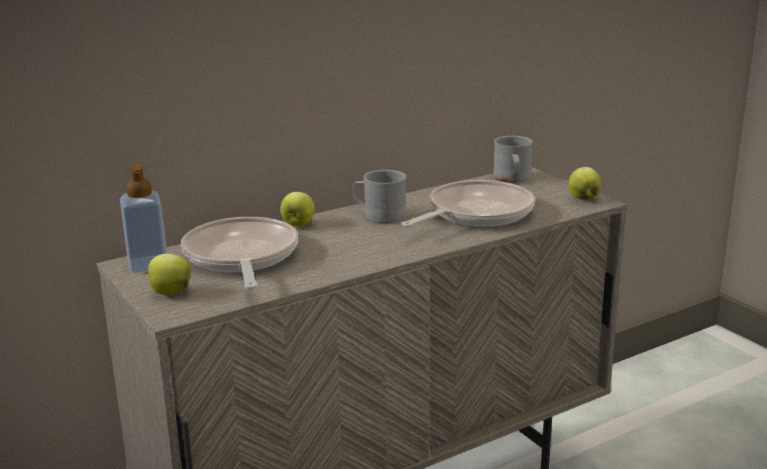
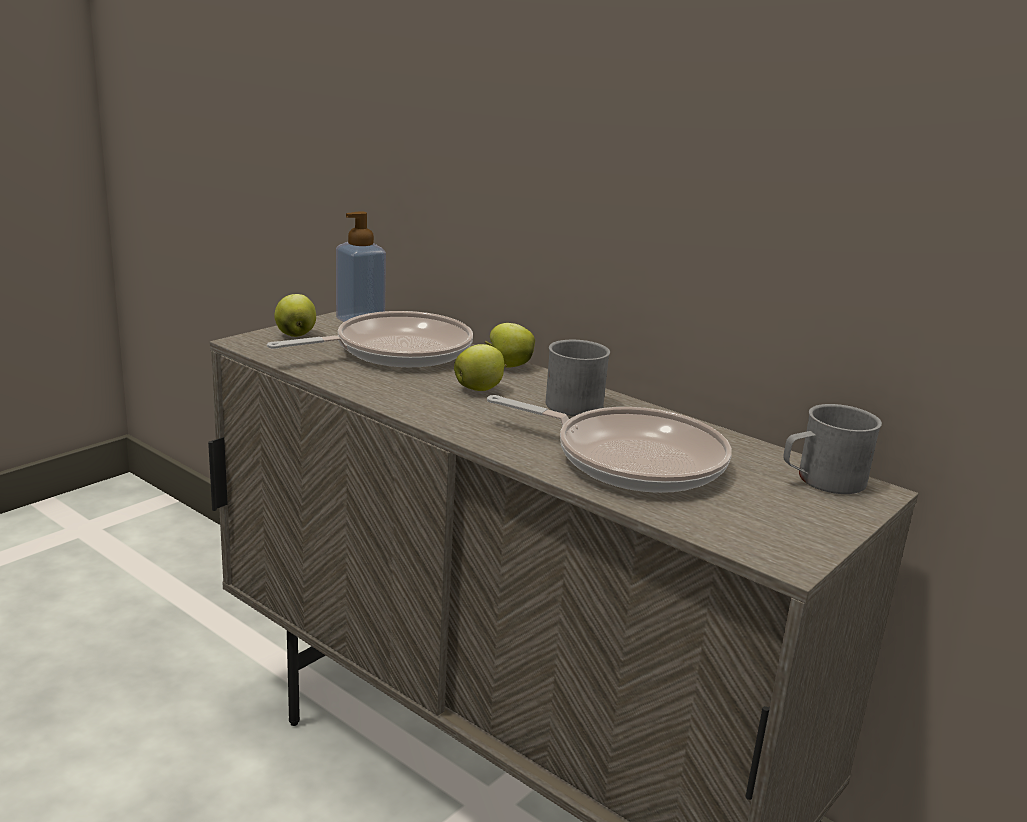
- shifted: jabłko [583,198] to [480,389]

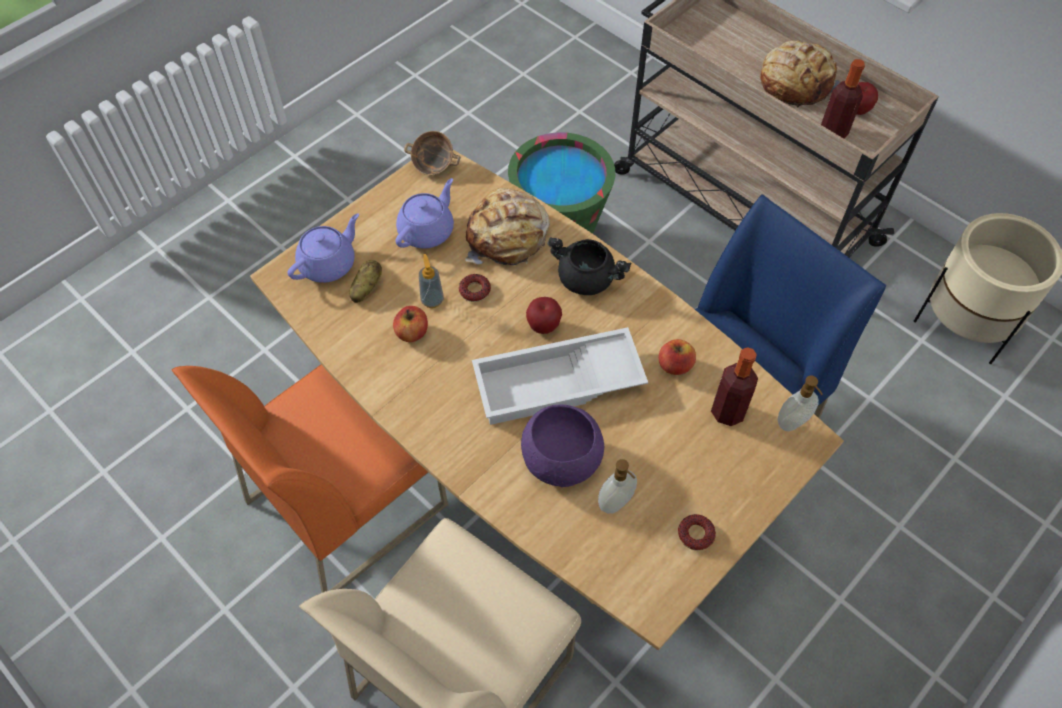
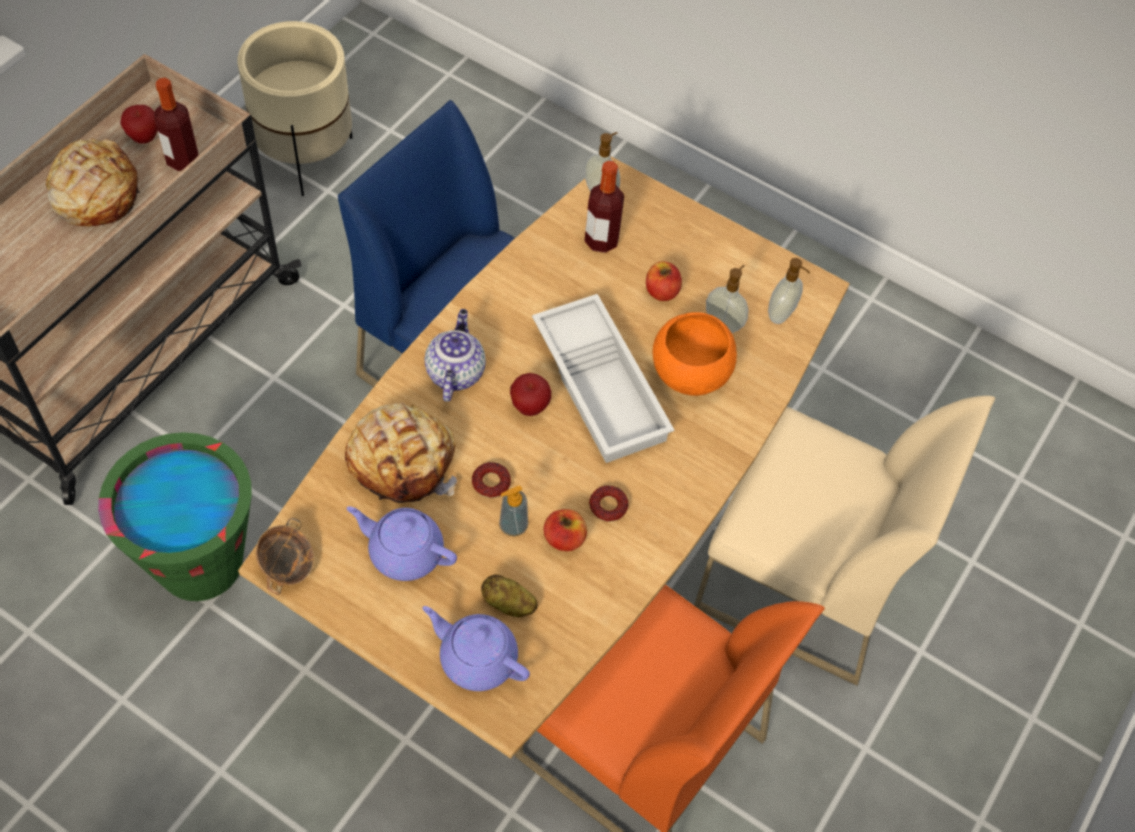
- repainted: miska [fioletowy] [561,460] to miska [pomarańczowy] [691,372]
- swapped: garnek [czarny] [587,279] to imbryk [455,372]
- shifted: jabłko [675,365] to [661,291]
- shifted: donut [695,534] to [608,506]
- new: dozownik mydła [781,314]

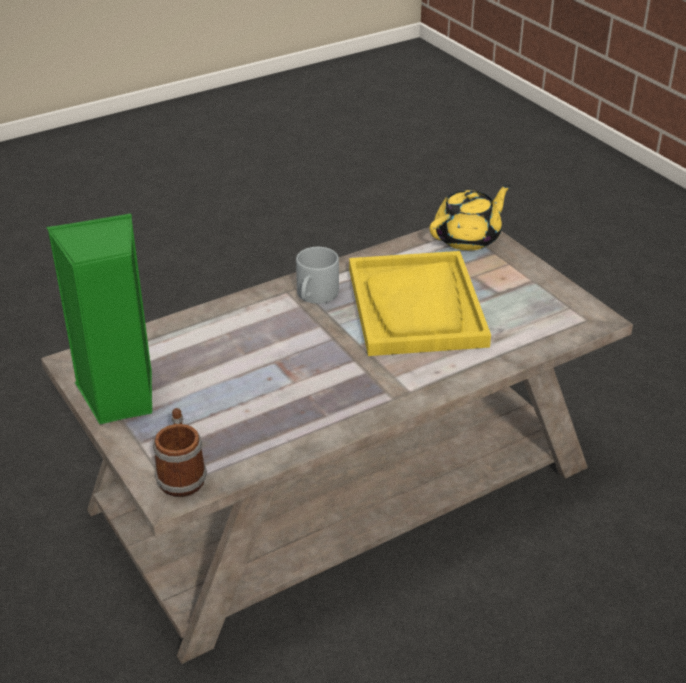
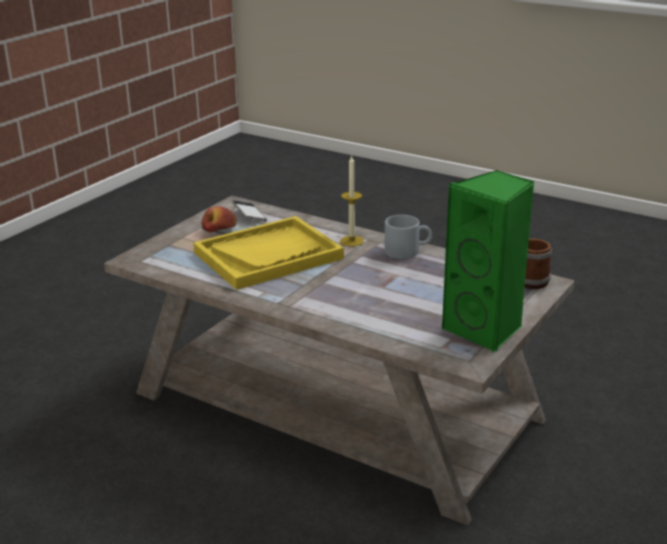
- shifted: kubek [szary] [315,296] to [407,251]
- gone: imbryk [żółty] [468,238]
- new: jabłko [219,230]
- new: telefon [249,215]
- new: świeca [351,241]

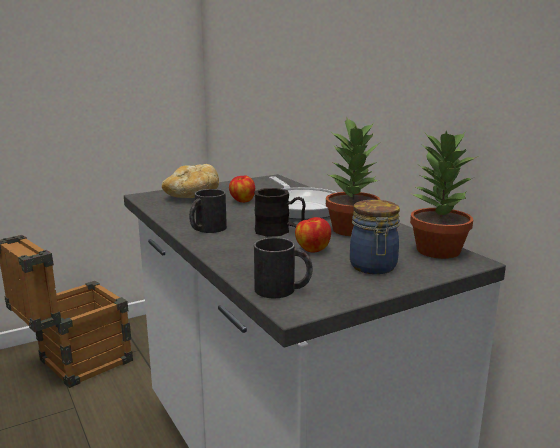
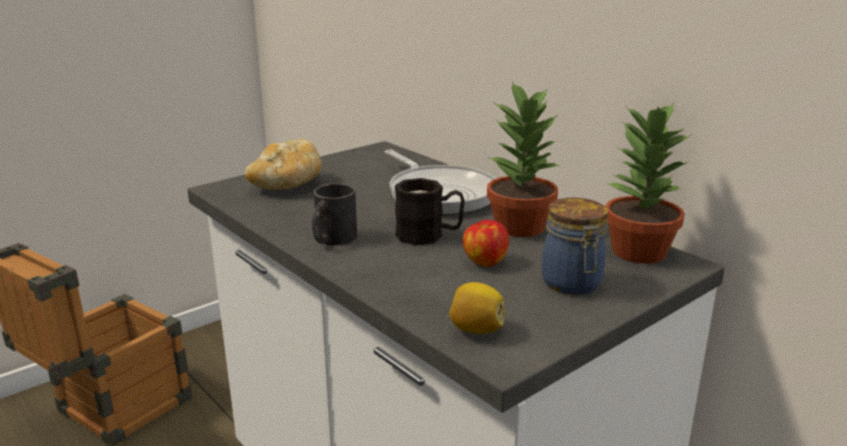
- gone: jabłko [242,201]
- swapped: kubek [czarny] [283,290] to cytryna [476,329]

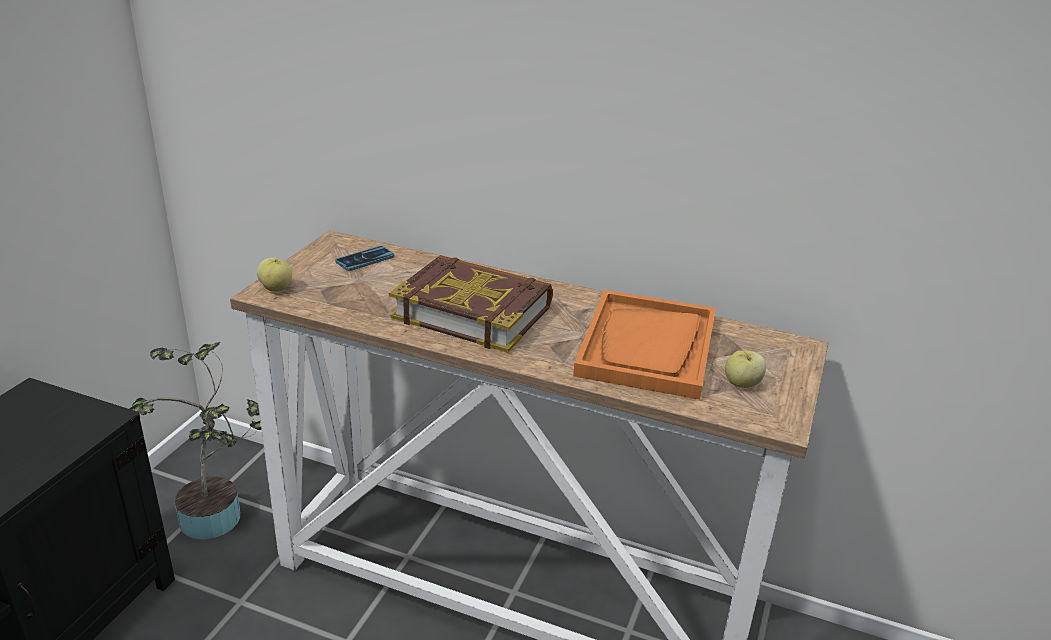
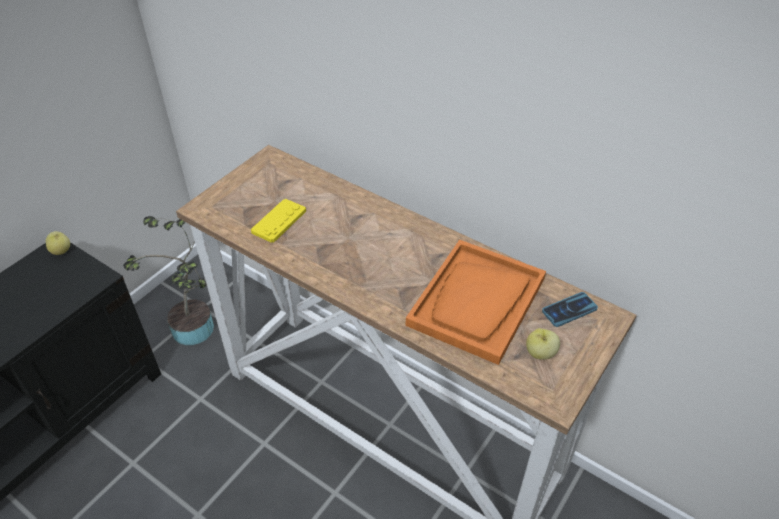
- shifted: jabłko [276,288] to [61,250]
- shifted: telefon [365,259] to [569,310]
- gone: książka [473,311]
- new: pad do gier [żółty] [279,221]

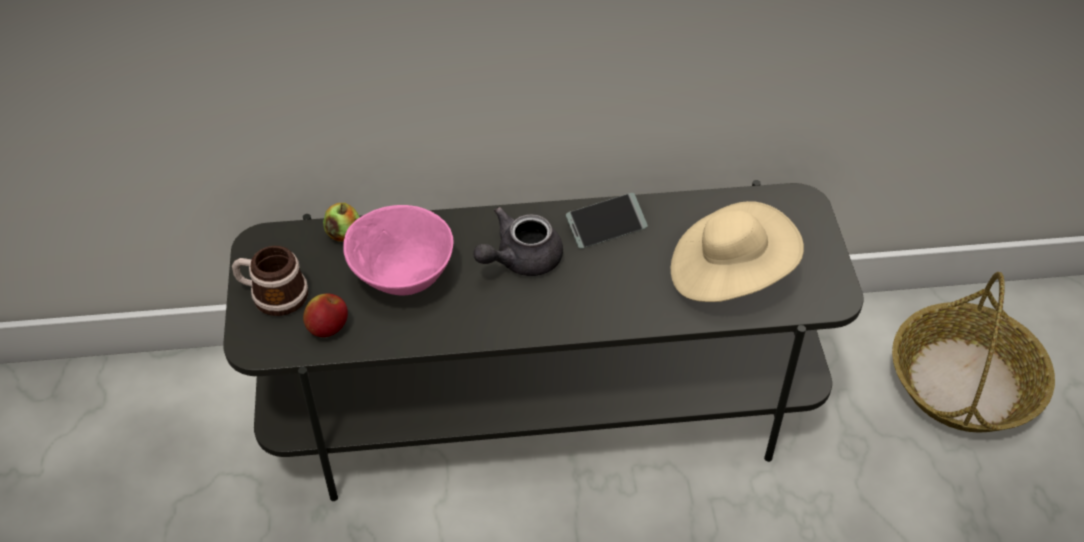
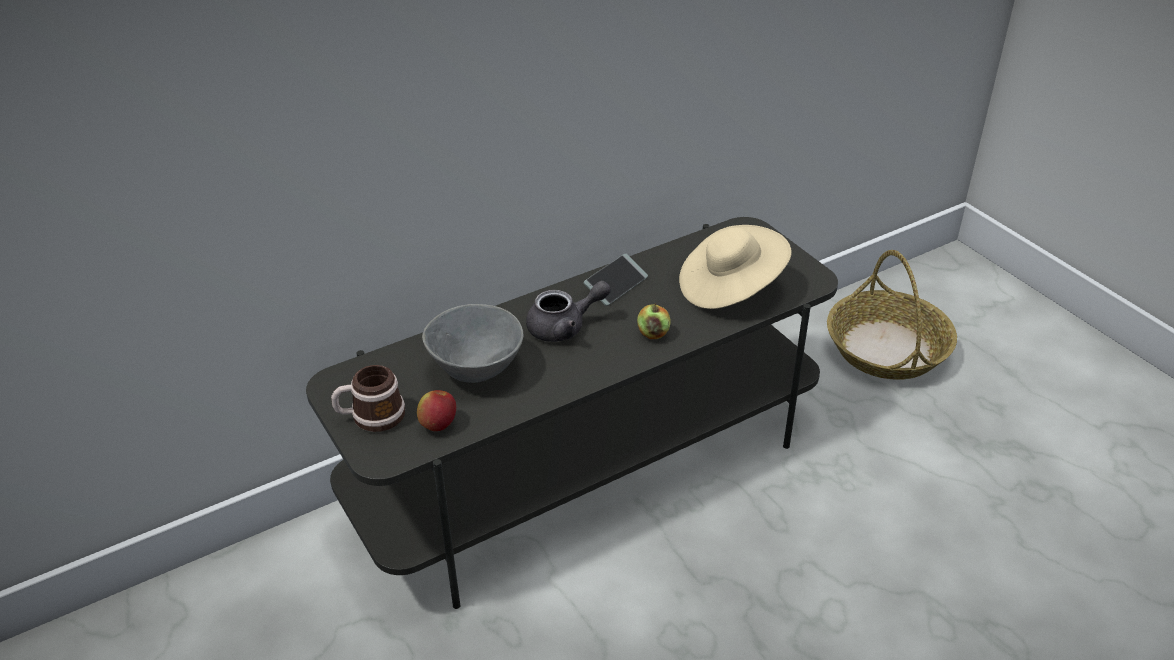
- shifted: jabłko [343,233] to [653,333]
- repainted: miska [różowy] [401,280] to miska [szary] [477,371]
- rotated: imbryk [szary] [520,259] = [564,327] 135 degrees counterclockwise

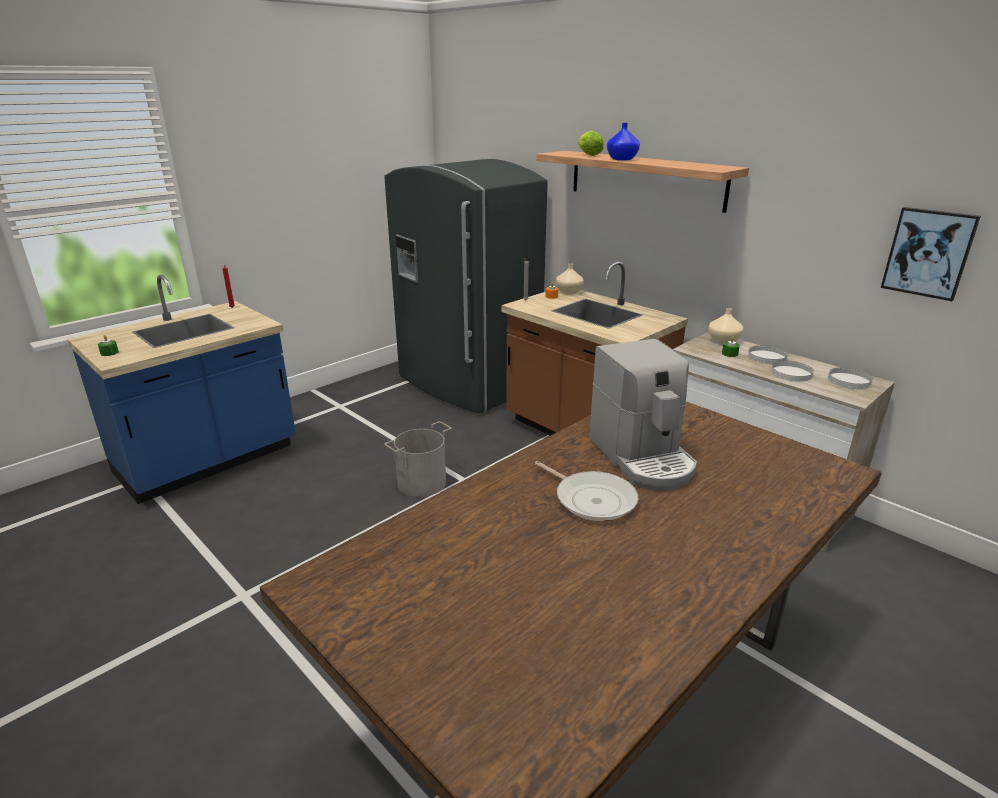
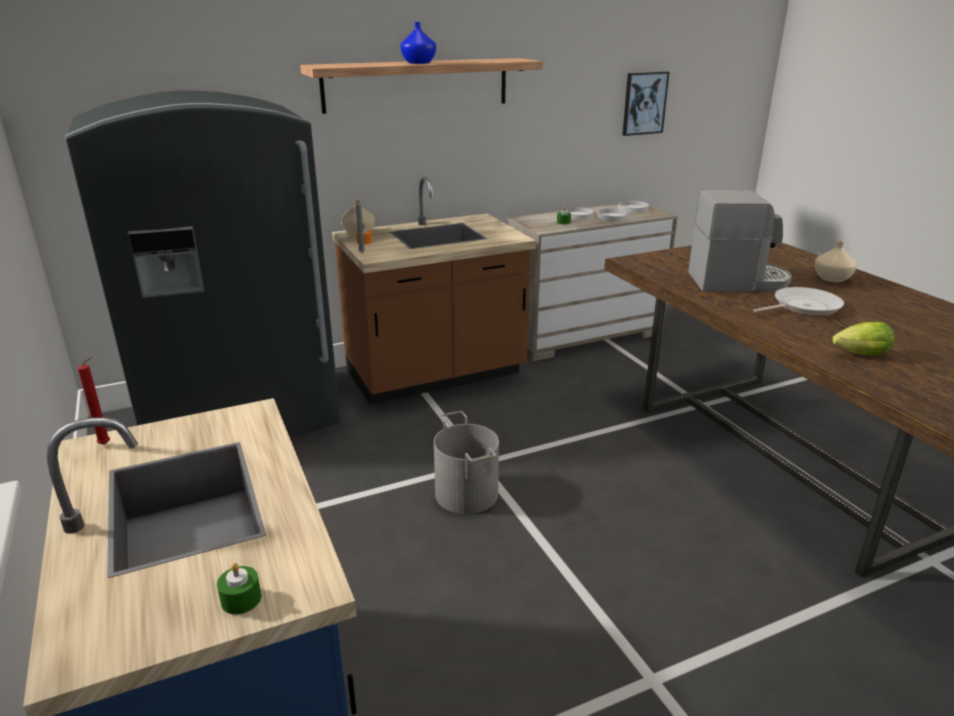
- shifted: sałata [588,155] to [858,355]
- shifted: wazon [beżowy] [723,341] to [831,279]

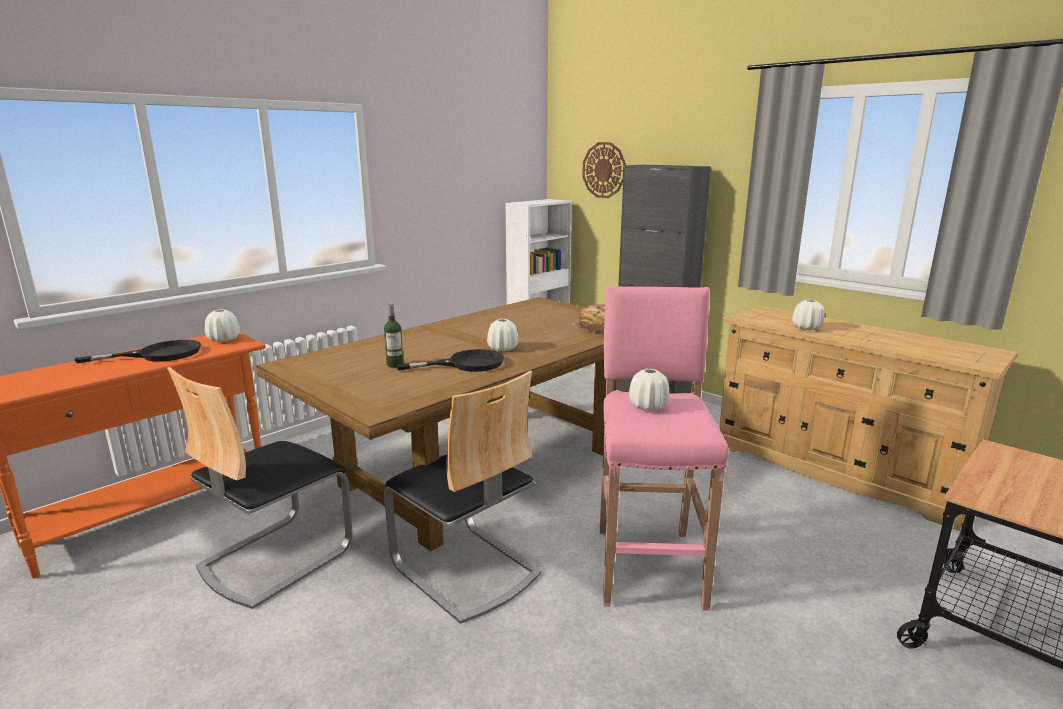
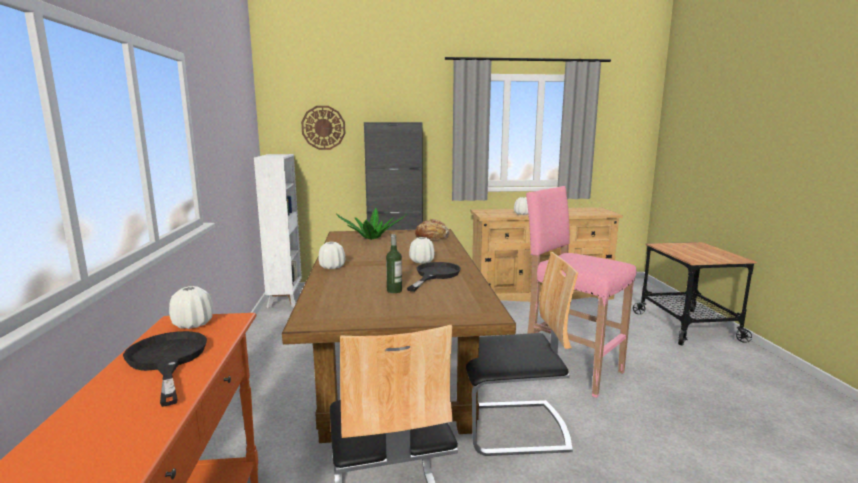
- rotated: patelnia [czarny] [158,354] = [167,360] 45 degrees counterclockwise
- shifted: wazon [biały] [648,406] to [332,267]
- new: roślina doniczkowa [371,238]

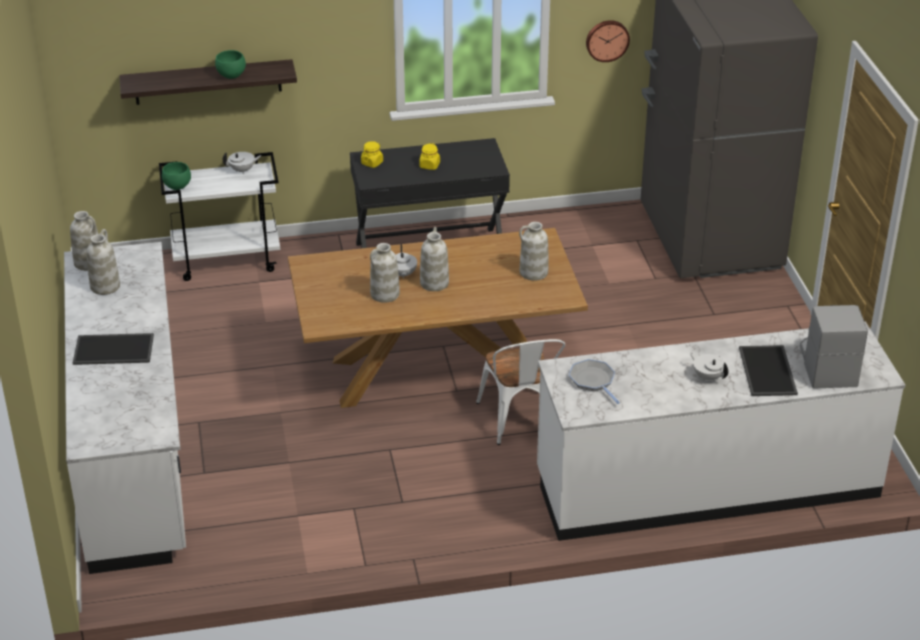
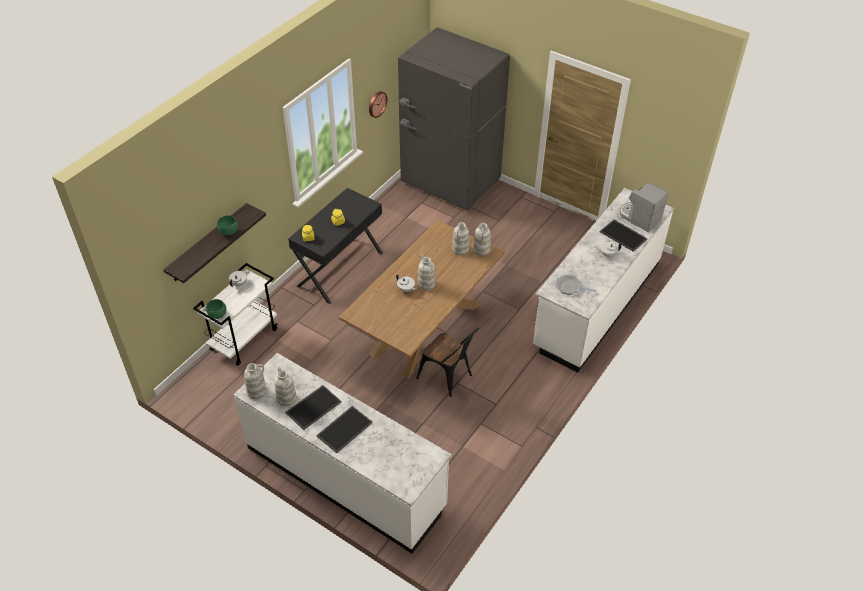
- shifted: wazon [biały] [384,294] to [481,250]
- gone: krzesło [biały] [519,423]
- new: taca [313,406]
- new: krzesło [czarny] [448,378]

